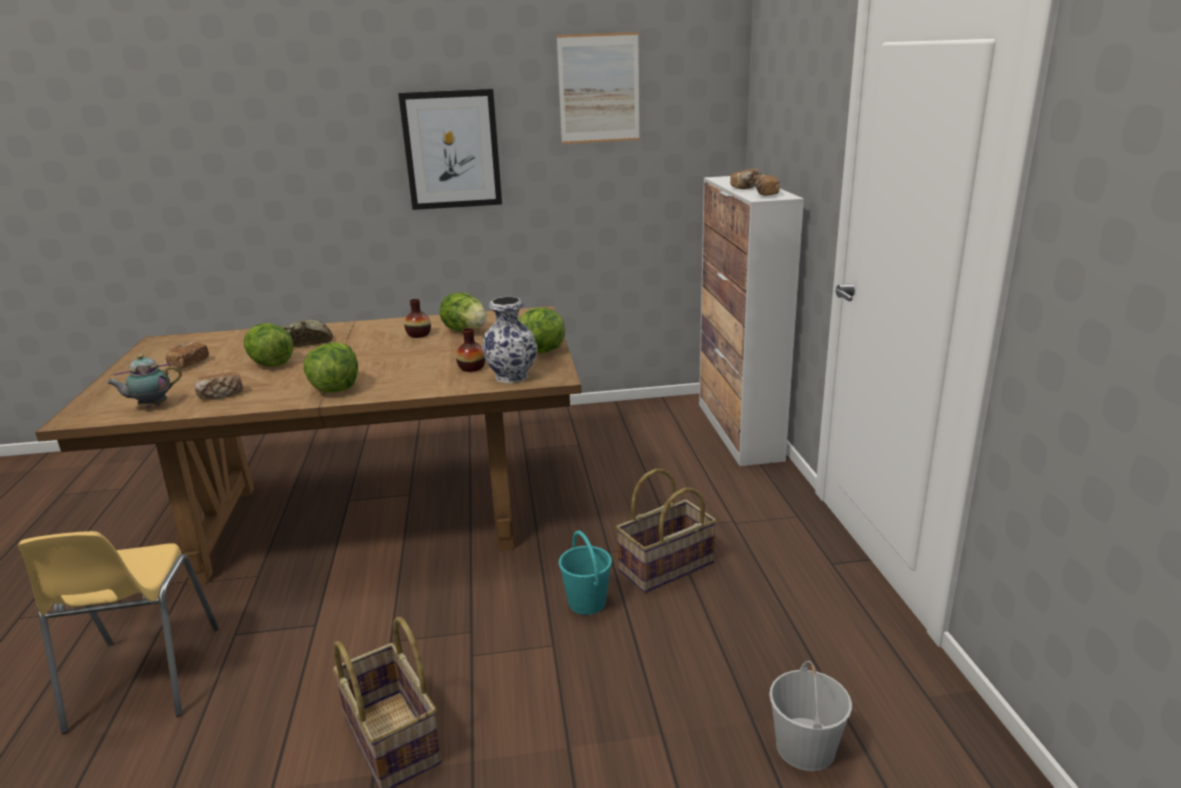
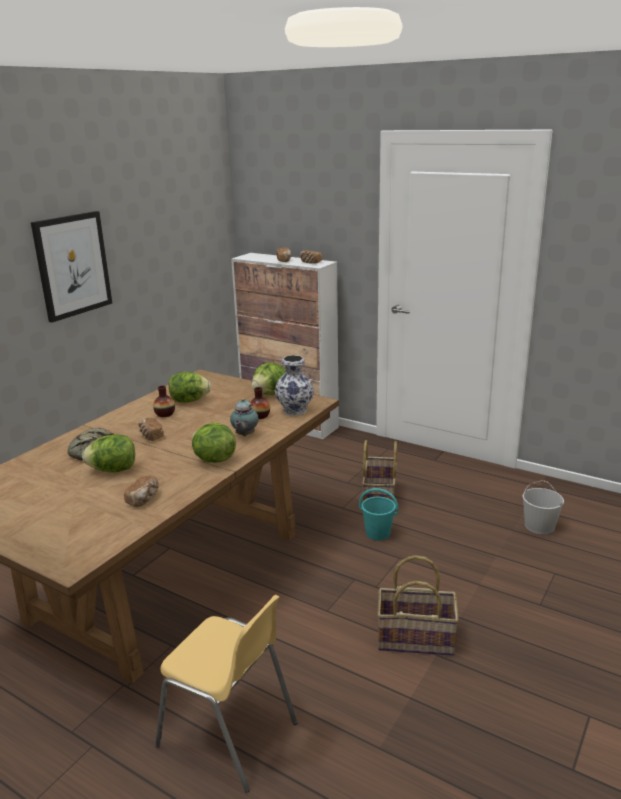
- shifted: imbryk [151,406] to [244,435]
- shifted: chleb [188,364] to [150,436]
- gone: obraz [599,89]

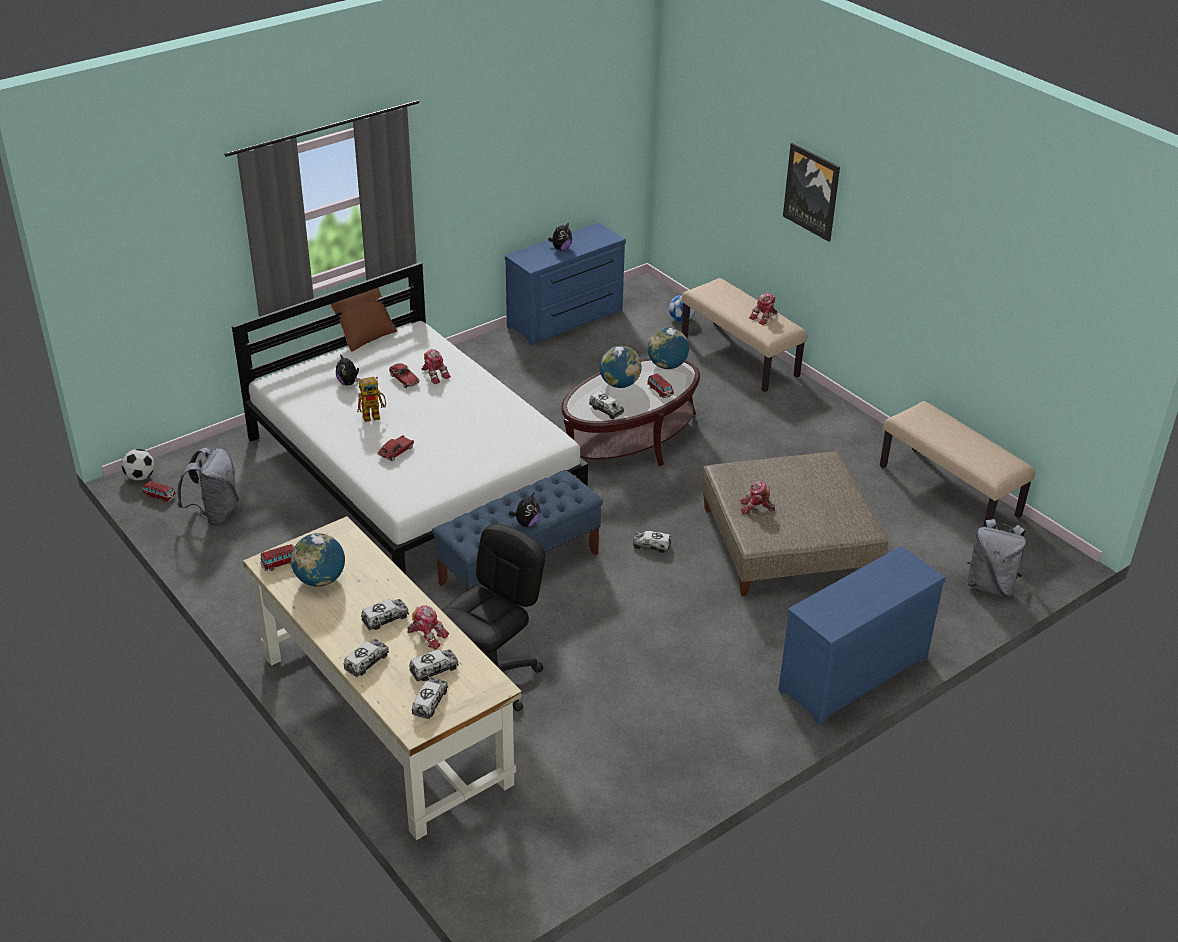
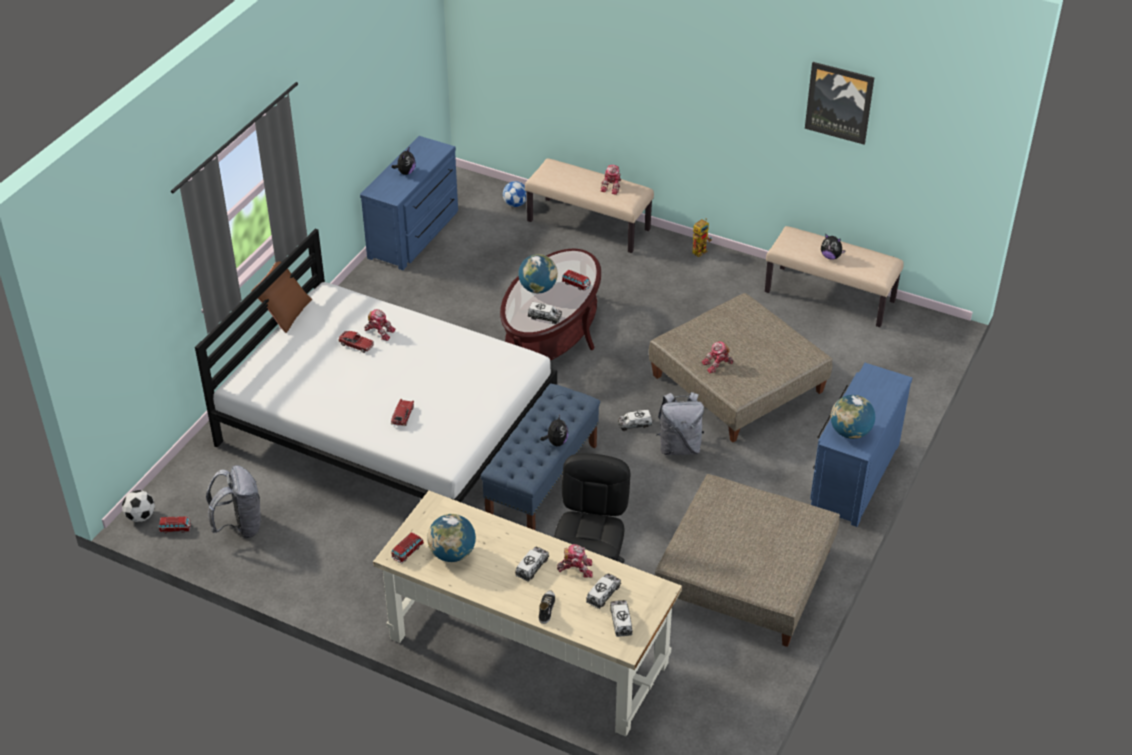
- shifted: pluszak [348,383] to [831,257]
- swapped: ciężarówka zabawkowa [366,662] to but [546,609]
- shifted: robot zabawkowy [375,415] to [700,250]
- shifted: globus [667,366] to [850,432]
- shifted: obraz [812,191] to [839,102]
- shifted: plecak [szary] [990,585] to [679,447]
- new: pufa [beżowy] [745,576]

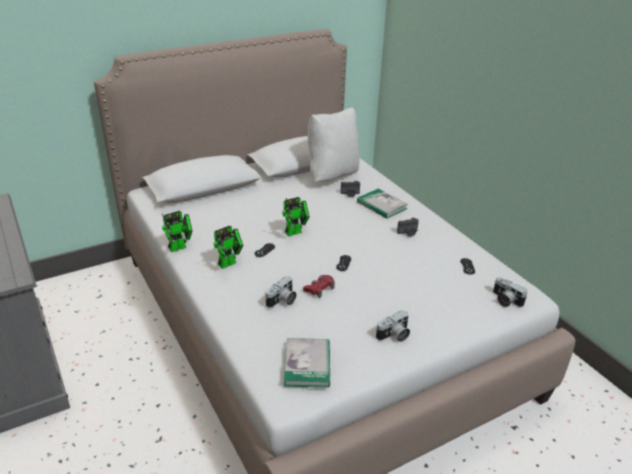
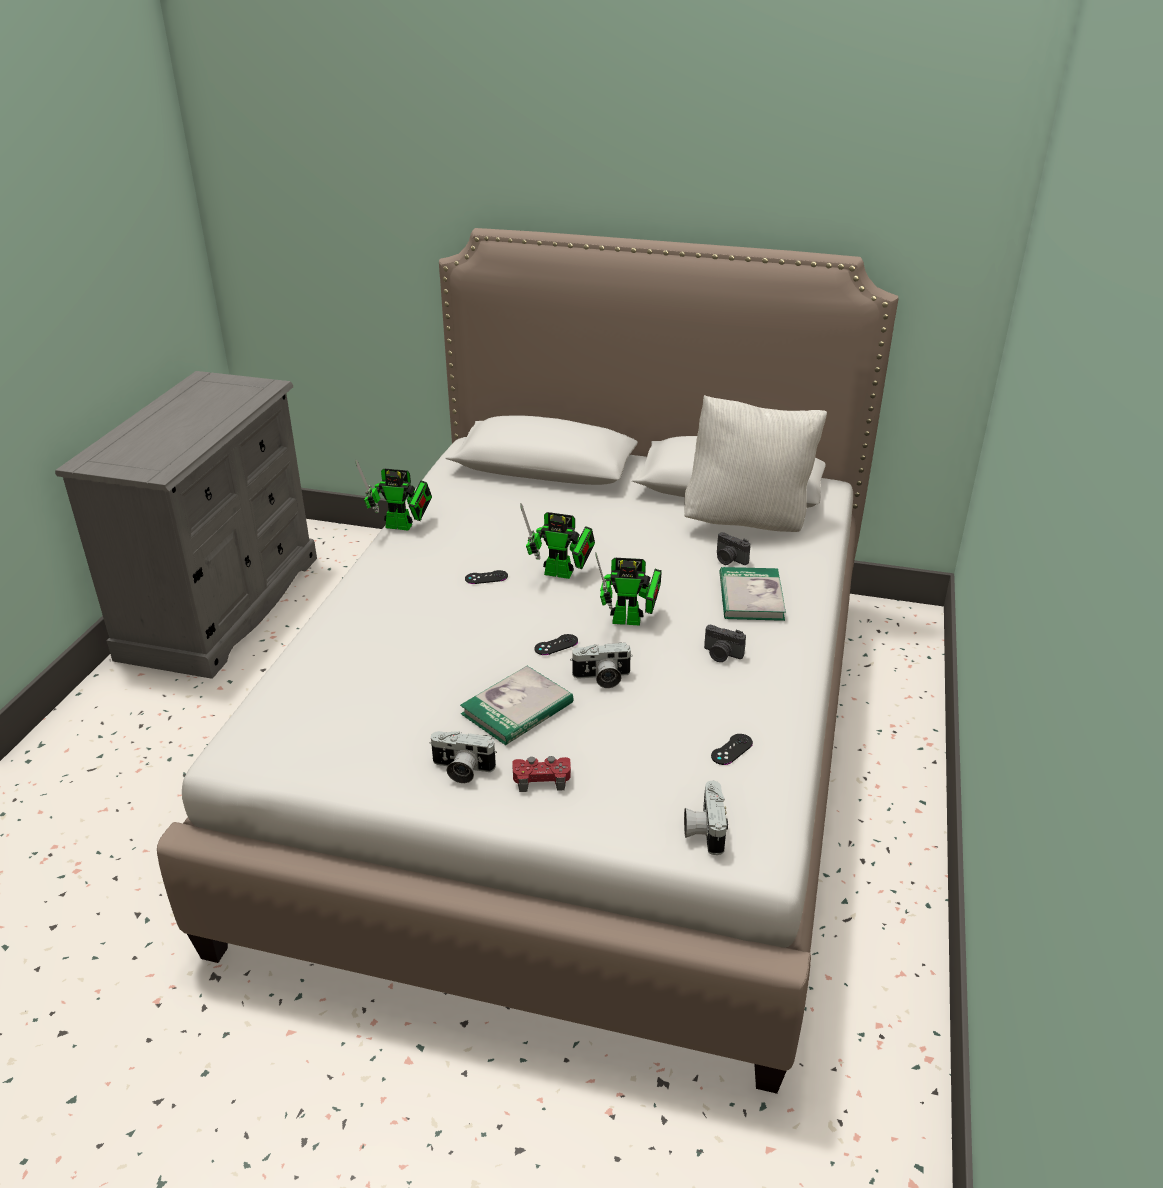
- shifted: robot zabawkowy [229,263] to [631,621]
- shifted: aparat fotograficzny [282,301] to [602,678]
- shifted: książka [307,364] to [517,708]
- shifted: pad do gier [czerwony] [319,289] to [541,778]

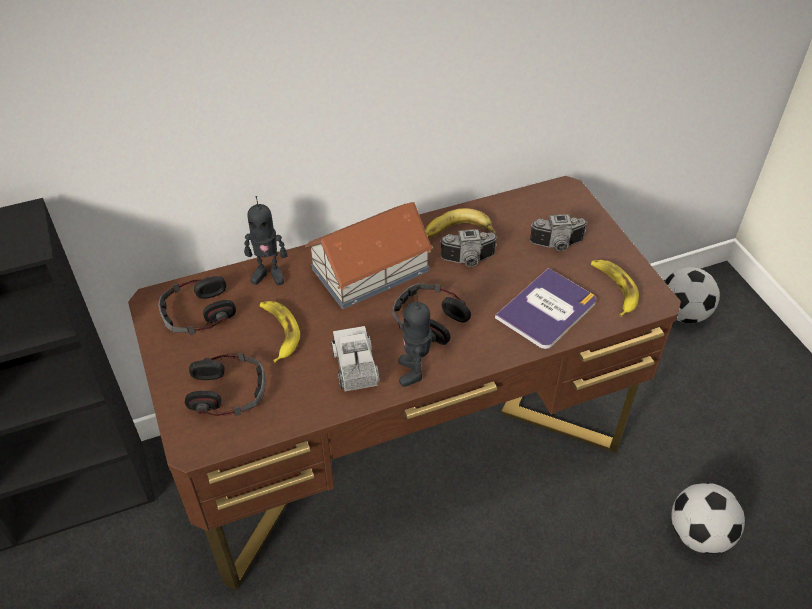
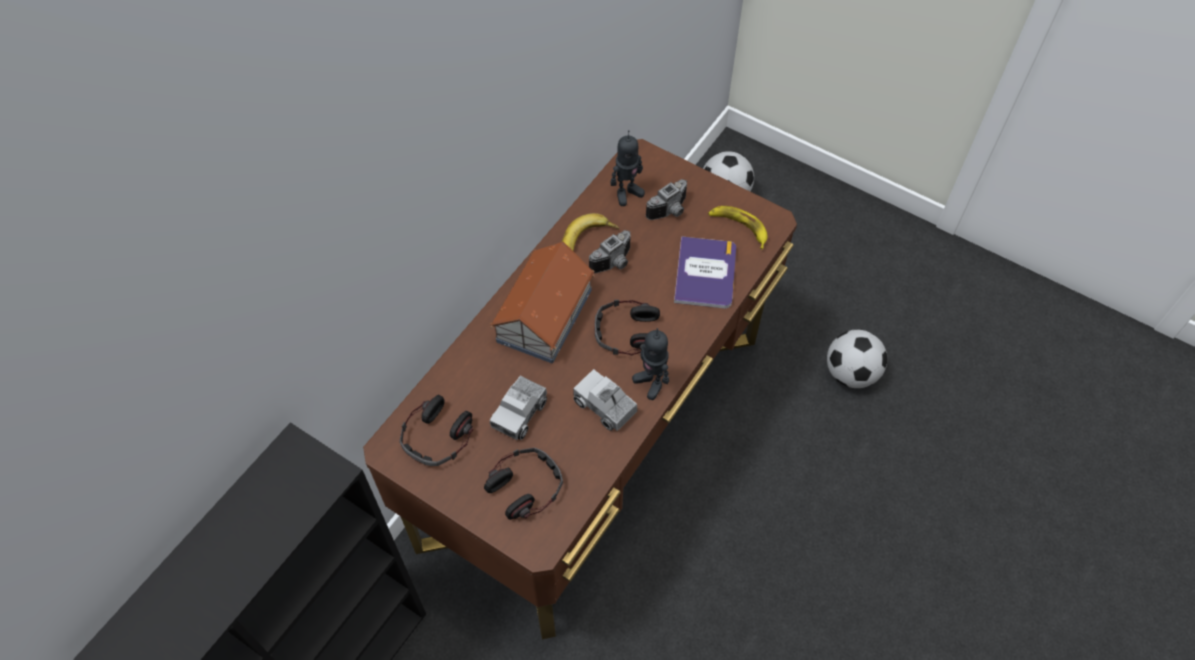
- shifted: robot zabawkowy [269,274] to [627,193]
- swapped: banan [278,332] to ciężarówka zabawkowa [519,413]

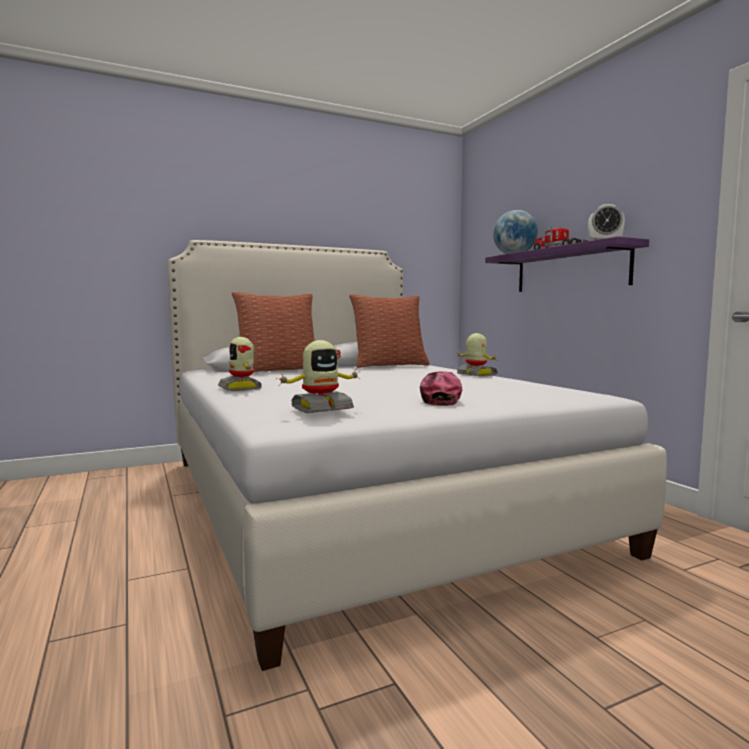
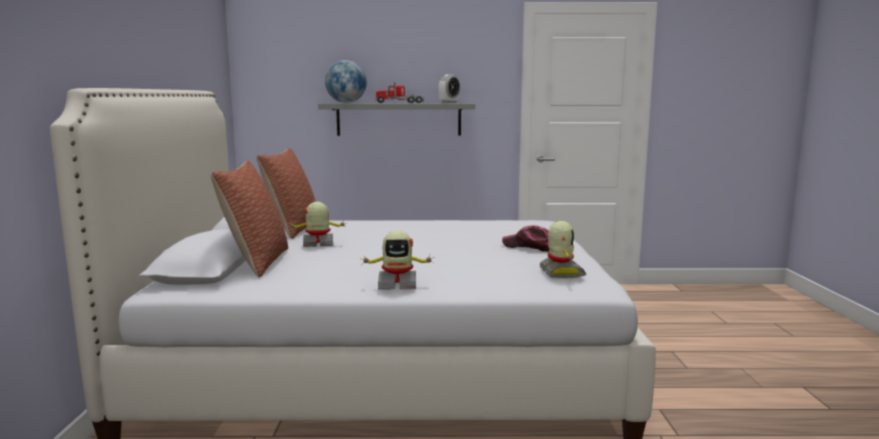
- shifted: robot zabawkowy [476,374] to [318,244]
- repainted: półka [fioletowy] [570,269] to półka [szary] [398,119]

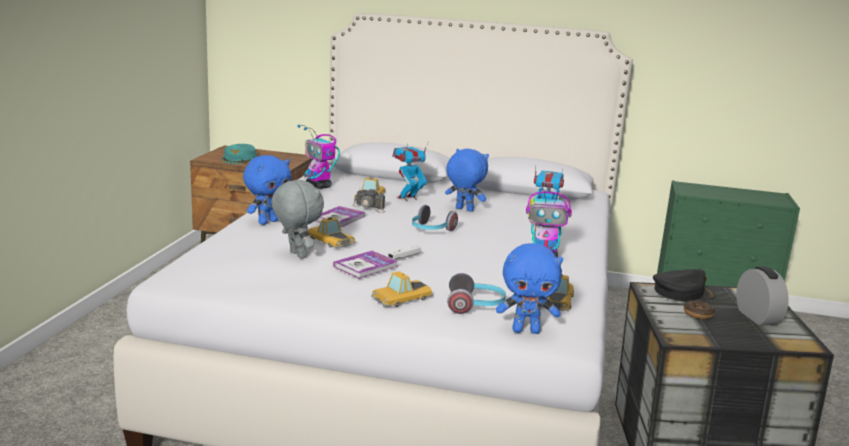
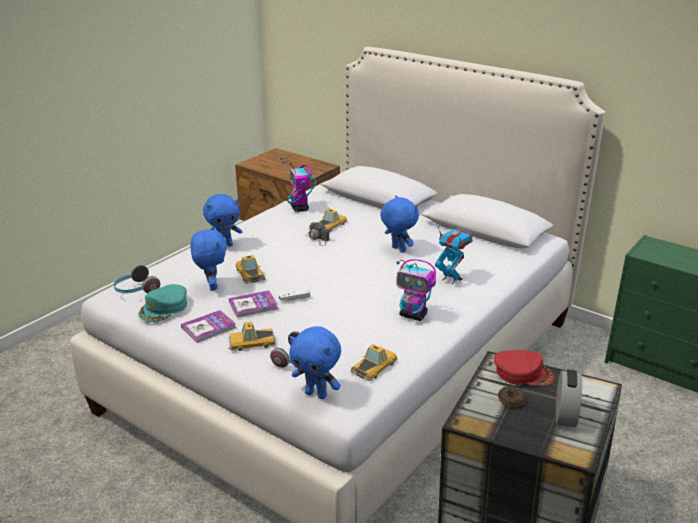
- shifted: czapka z daszkiem [turkusowy] [239,158] to [164,308]
- repainted: pluszak [szary] [296,255] to pluszak [niebieski] [211,286]
- shifted: książka [339,218] to [208,327]
- gone: robot zabawkowy [407,198]
- shifted: słuchawki [431,230] to [136,290]
- repainted: czapka z daszkiem [czarny] [682,292] to czapka z daszkiem [czerwony] [523,373]

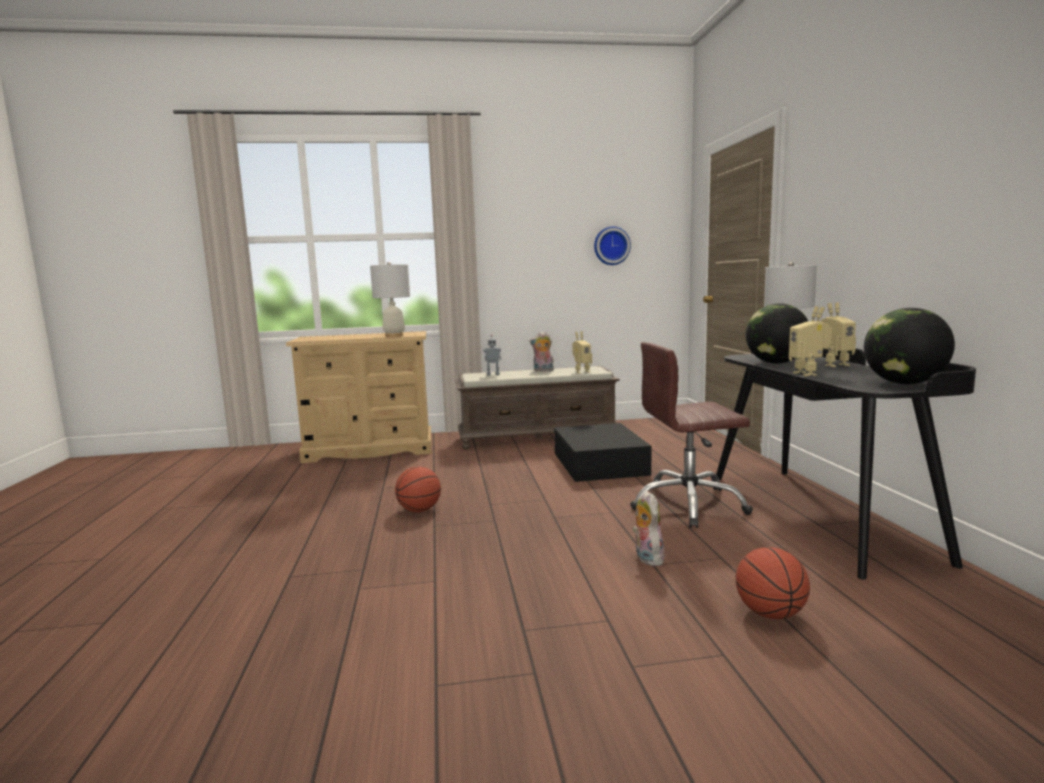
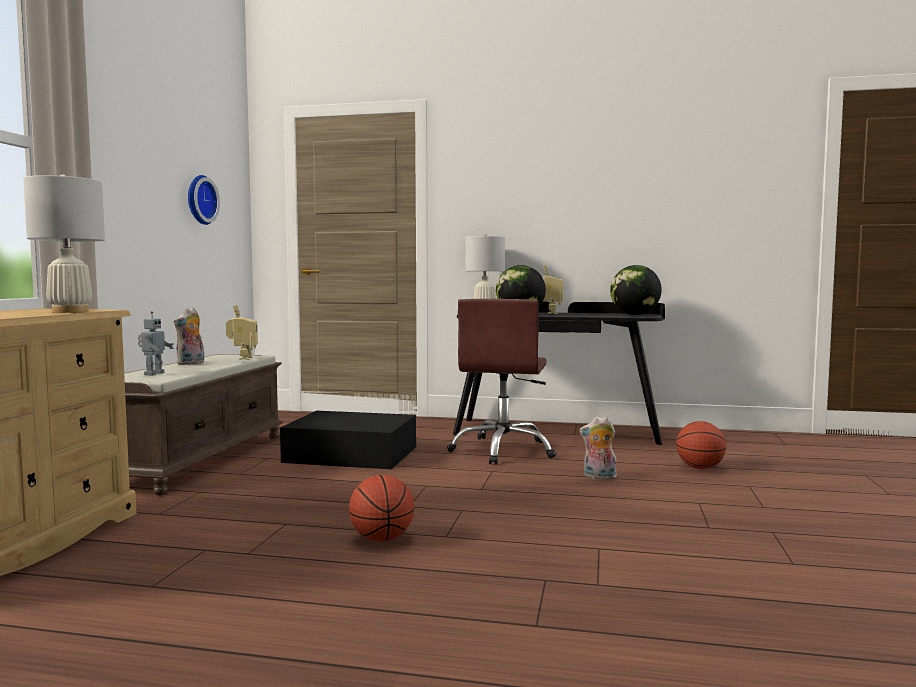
- gone: robot zabawkowy [808,374]

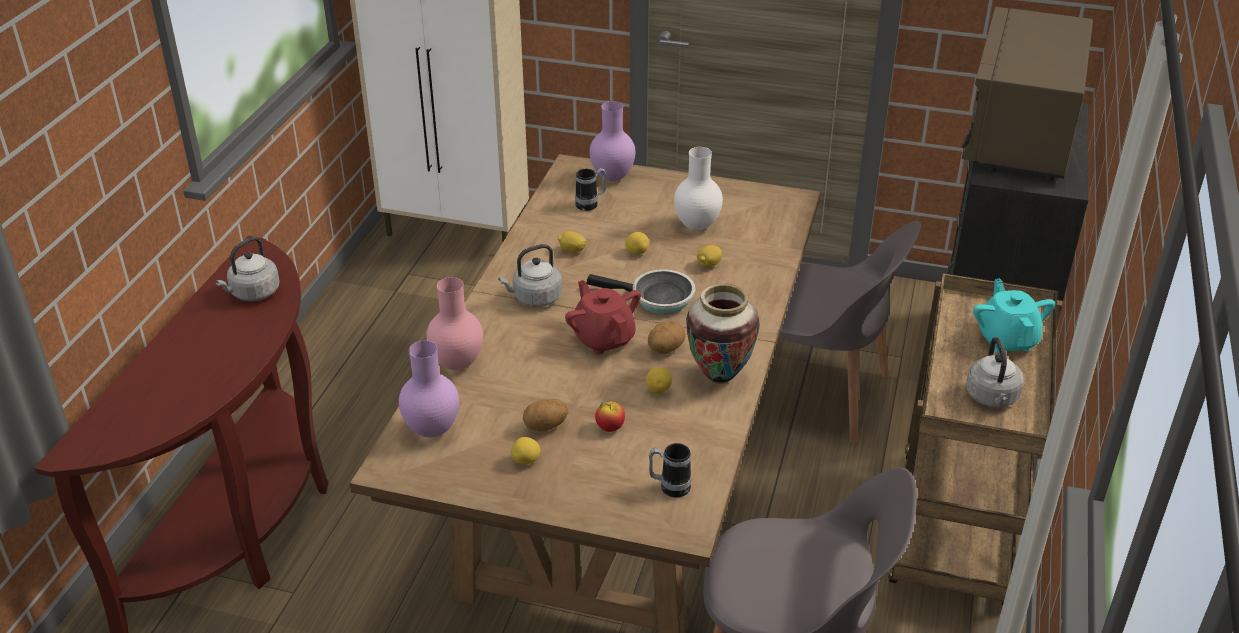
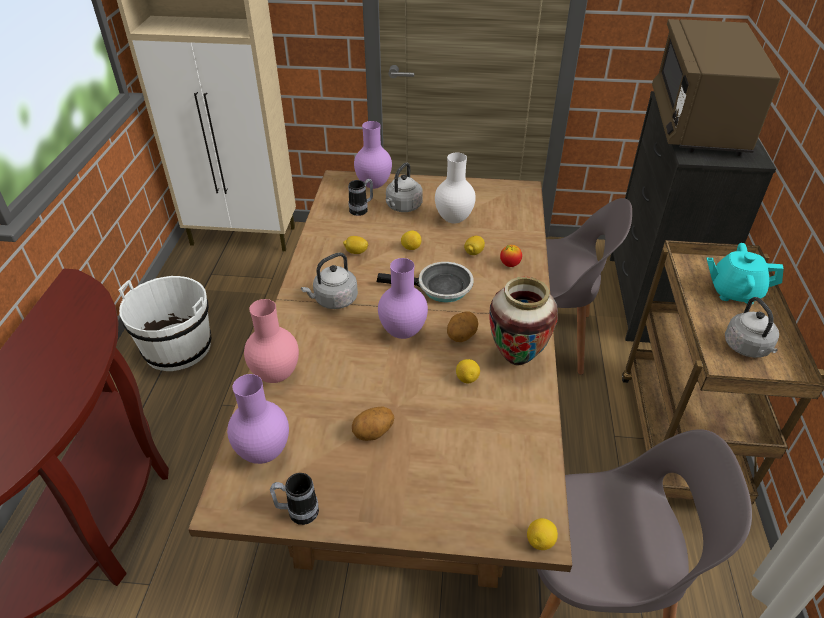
- shifted: czajnik [szary] [253,293] to [403,207]
- shifted: cytryna [526,461] to [540,541]
- swapped: imbryk [czerwony] [603,338] to wazon [fioletowy] [404,332]
- shifted: jabłko [610,428] to [509,264]
- shifted: kubek [669,487] to [297,512]
- rotated: imbryk [turkusowy] [1007,340] = [734,292] 60 degrees counterclockwise
- new: wiadro [biały] [178,347]

